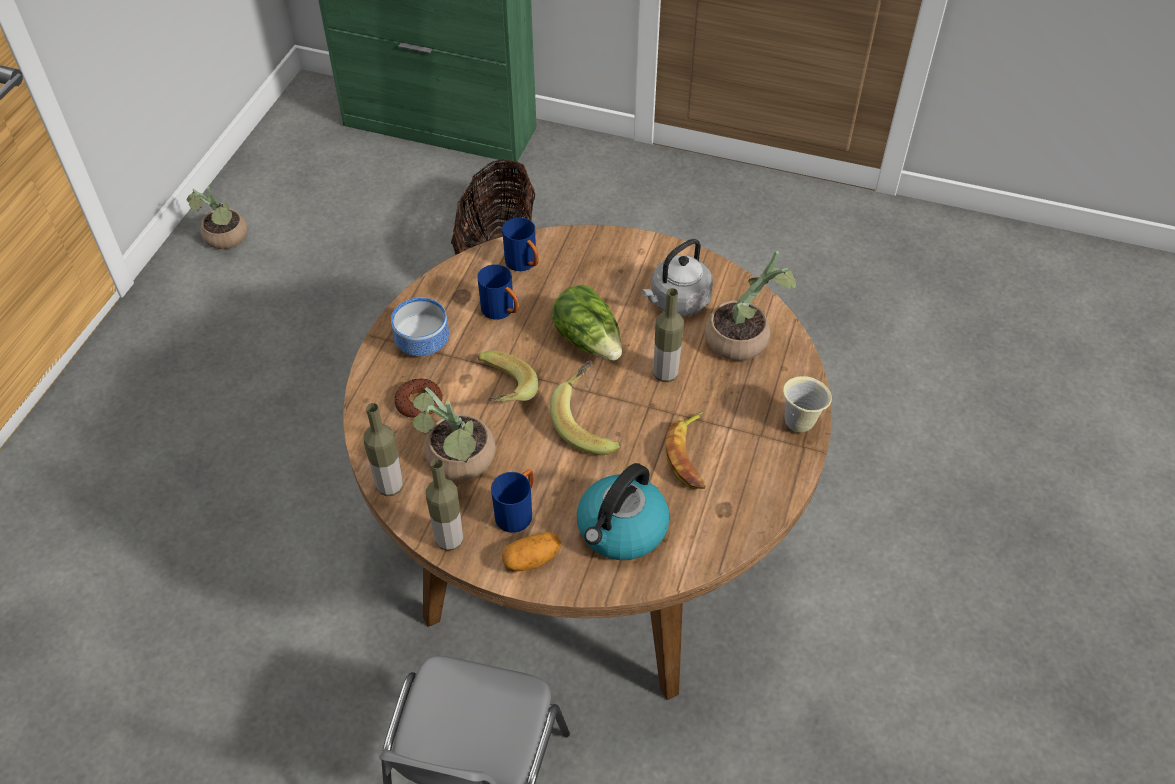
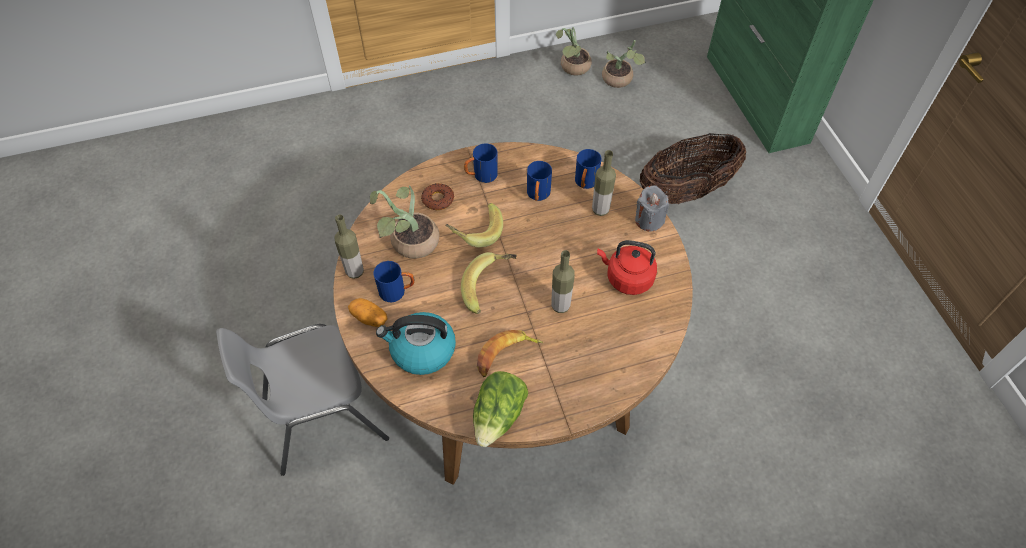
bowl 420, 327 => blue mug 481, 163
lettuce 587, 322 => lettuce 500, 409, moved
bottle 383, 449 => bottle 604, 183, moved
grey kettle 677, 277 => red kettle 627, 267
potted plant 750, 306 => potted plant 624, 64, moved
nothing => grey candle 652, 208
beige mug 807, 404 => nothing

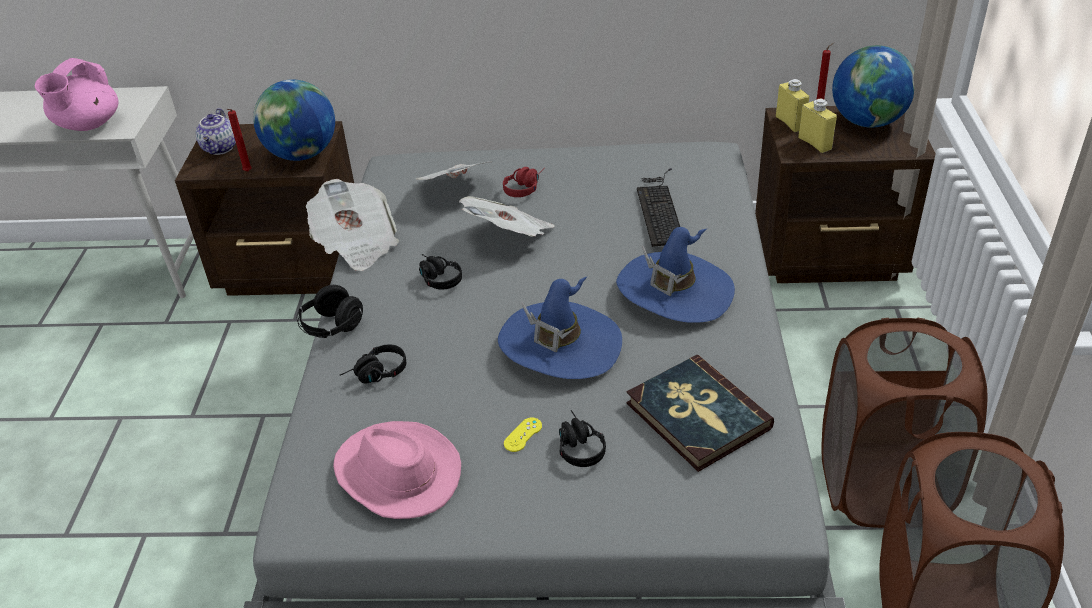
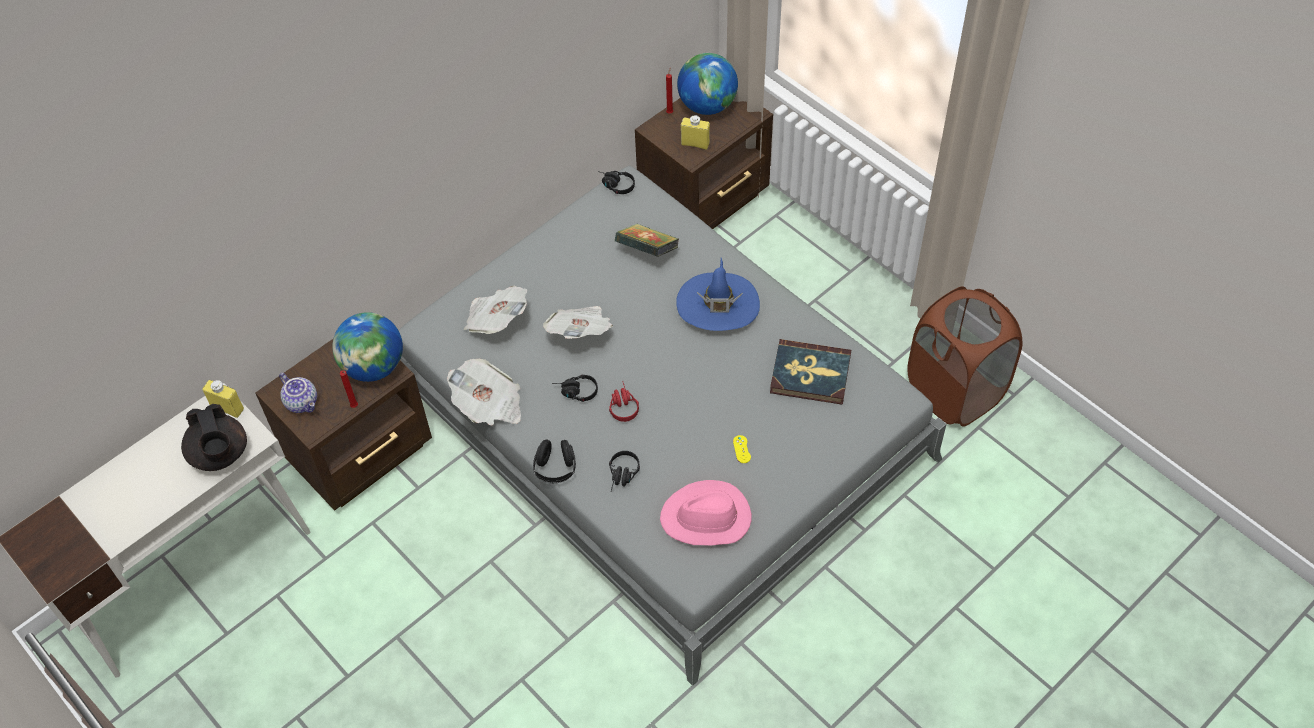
pink teapot 77, 94 => black teapot 214, 437
yellow bottle 792, 105 => yellow bottle 223, 399, moved
black headphones 582, 438 => black headphones 616, 182, moved
red headphones 524, 182 => red headphones 624, 401, moved
keyboard 658, 207 => book 647, 240
blue hat 560, 327 => nothing
brown laundry basket 904, 423 => nothing

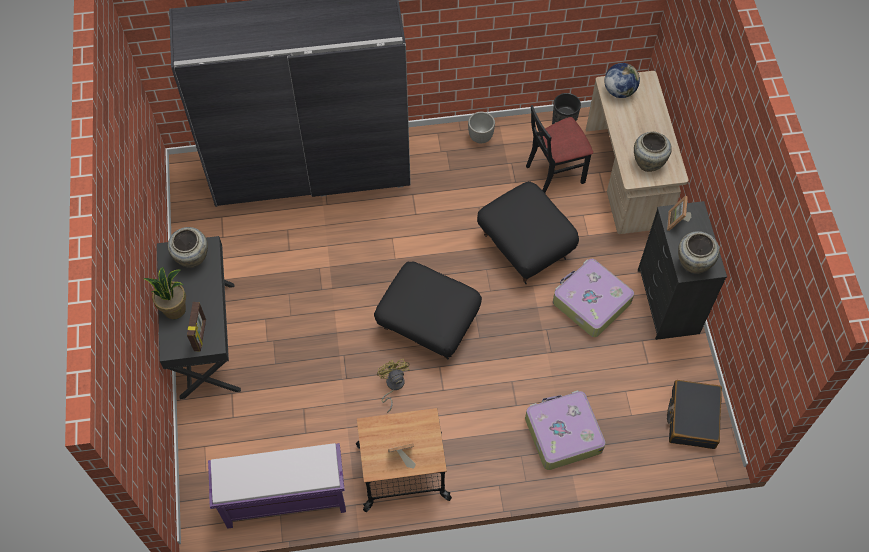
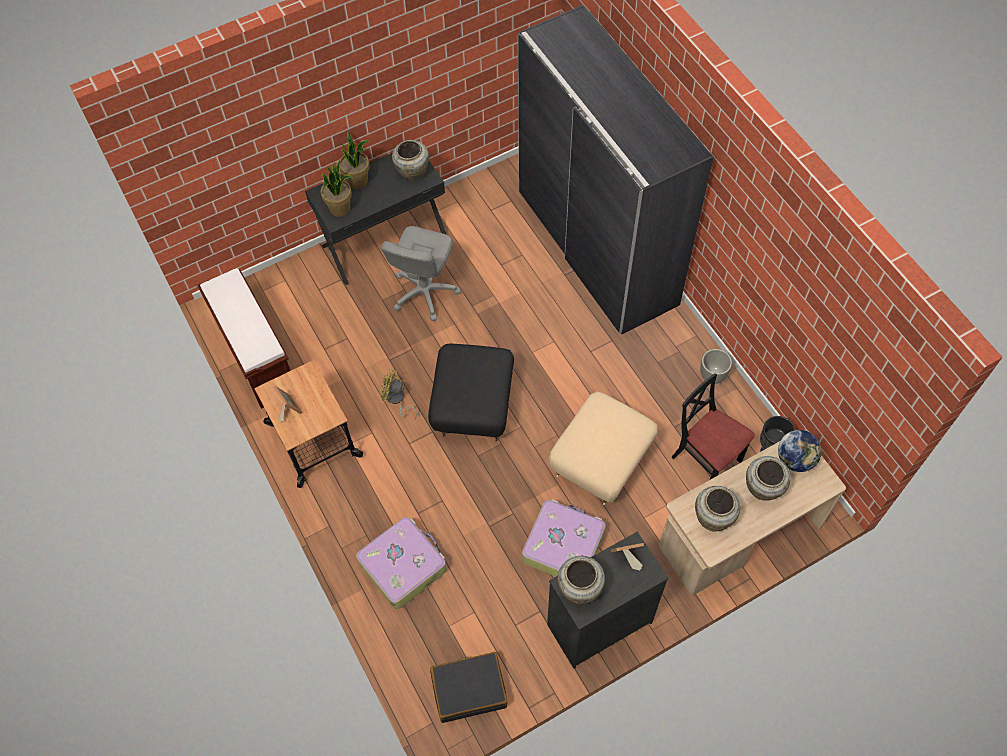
purple bench 277, 486 => brown bench 244, 338
picture frame 196, 326 => potted plant 337, 188
yellow fan 393, 386 => yellow fan 398, 393, 120 degrees counterclockwise
nothing => grey office chair 421, 273
black ottoman 528, 232 => beige ottoman 603, 448
nothing => beige vase 768, 478

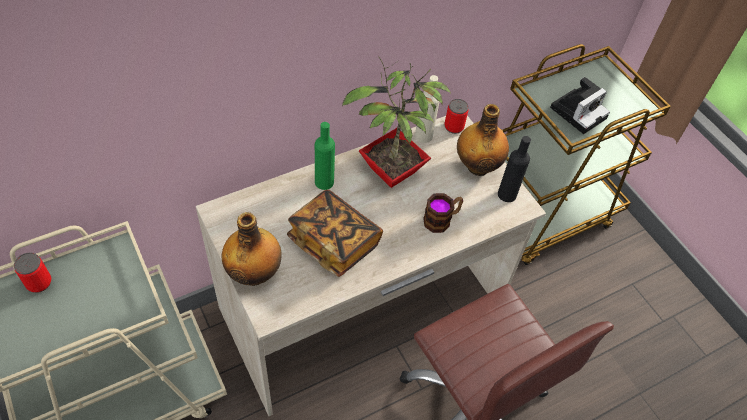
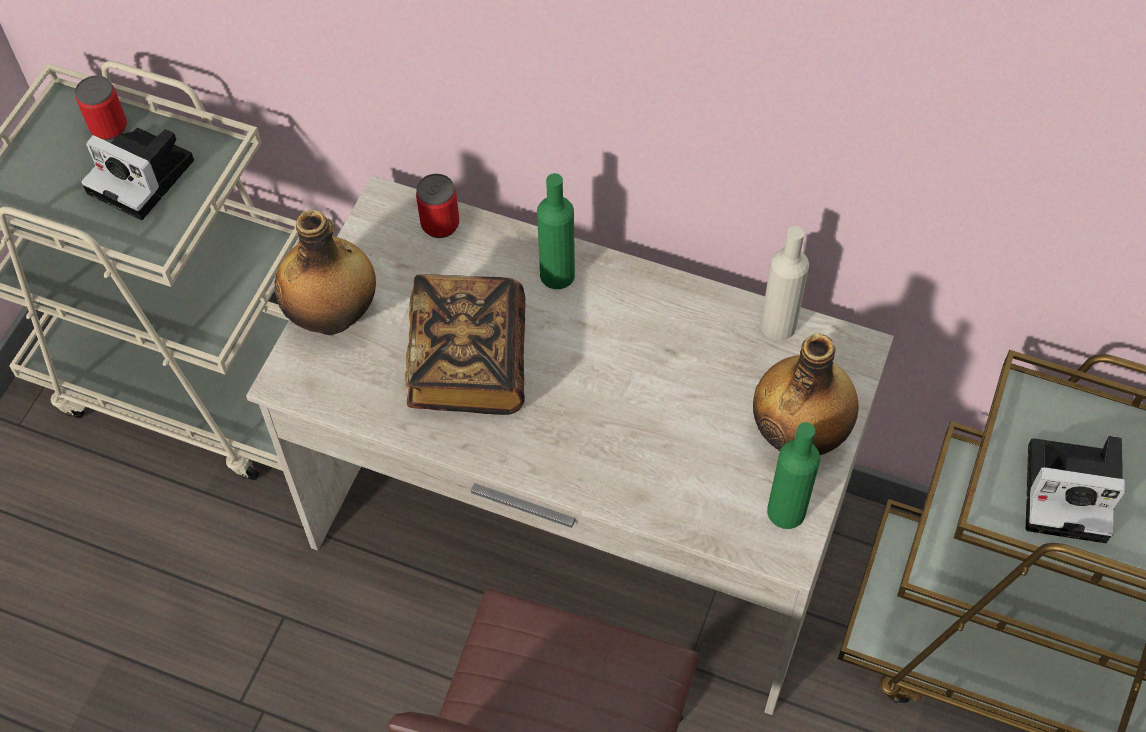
nothing => photo camera 137, 174
can 456, 116 => can 437, 206, moved
black bottle 514, 169 => green bottle 793, 475
potted plant 396, 121 => nothing
mug 443, 213 => nothing

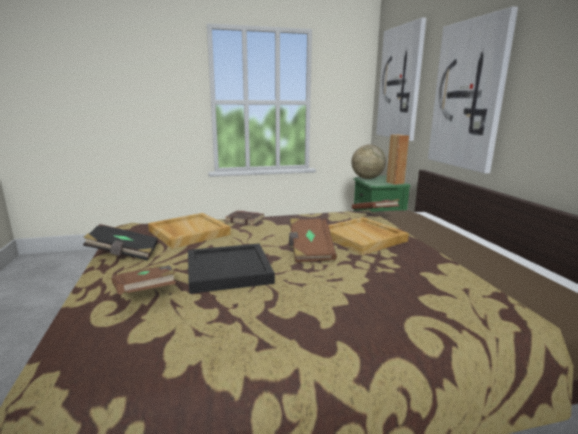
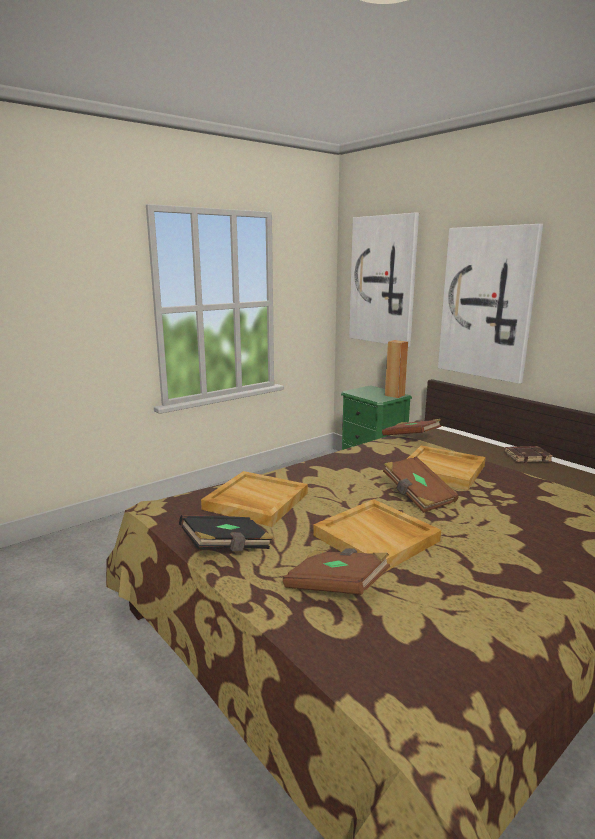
black tray 231, 269 => beige tray 377, 535
brown book 244, 218 => brown book 529, 454, moved
globe 368, 161 => nothing

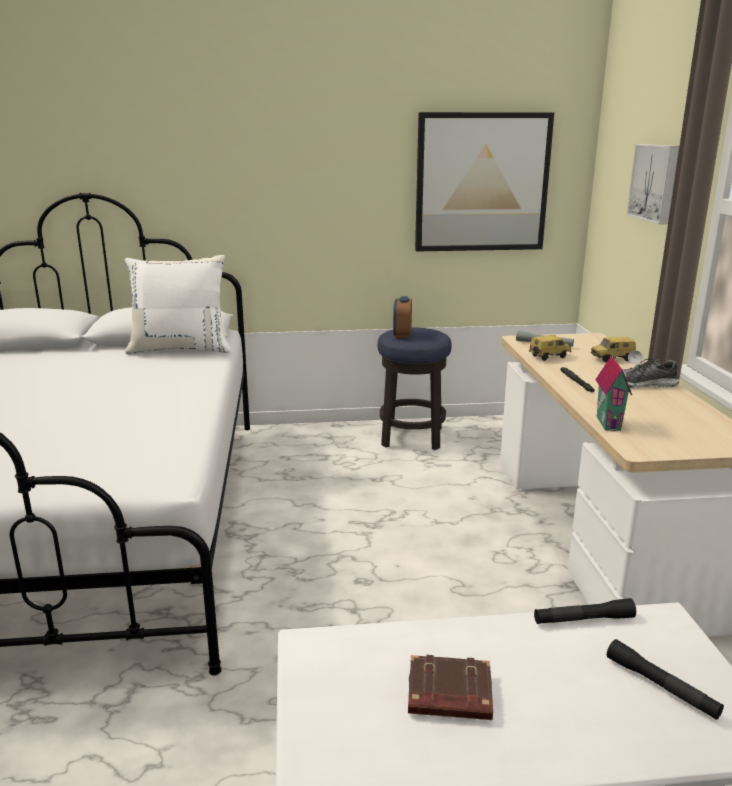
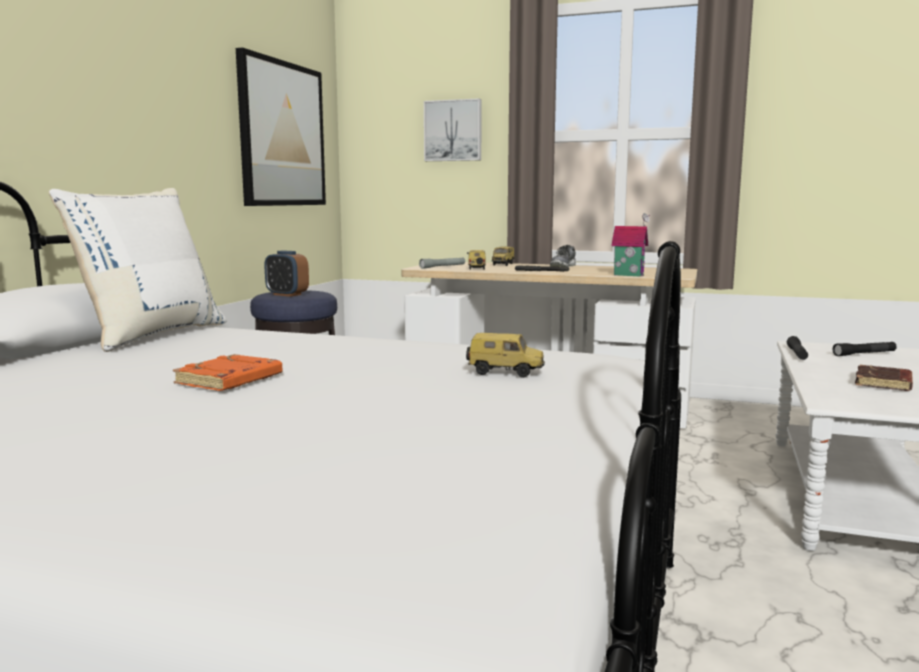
nothing => orange book 228, 372
nothing => toy car 505, 355

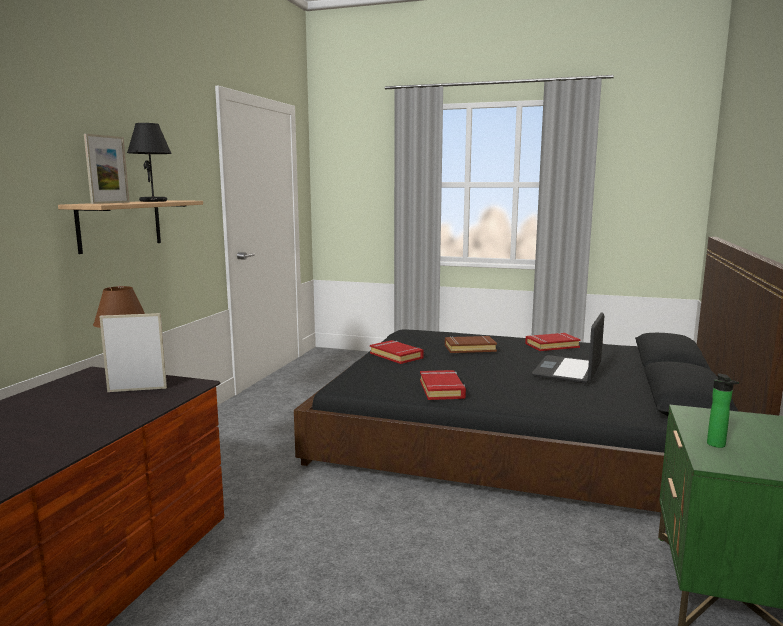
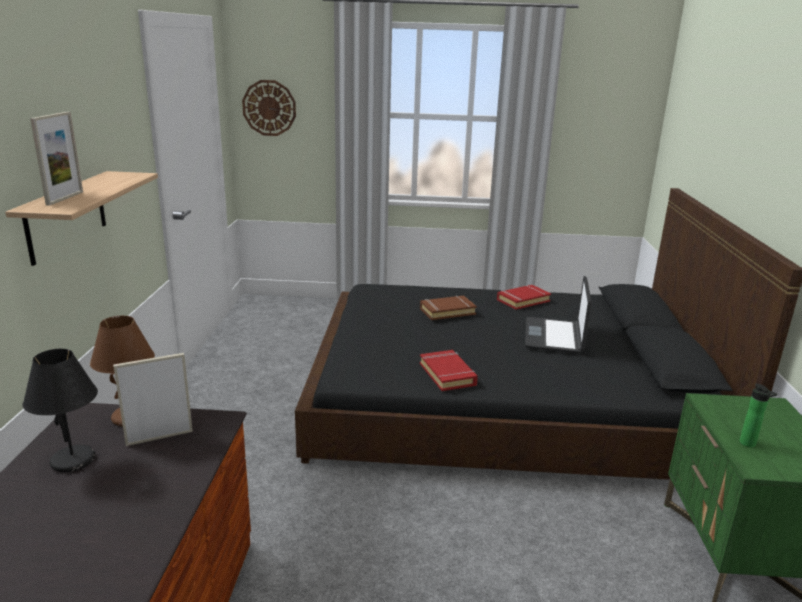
black table lamp 149, 162 => black table lamp 60, 410, moved
nothing => wall clock 269, 108
red book 397, 352 => nothing

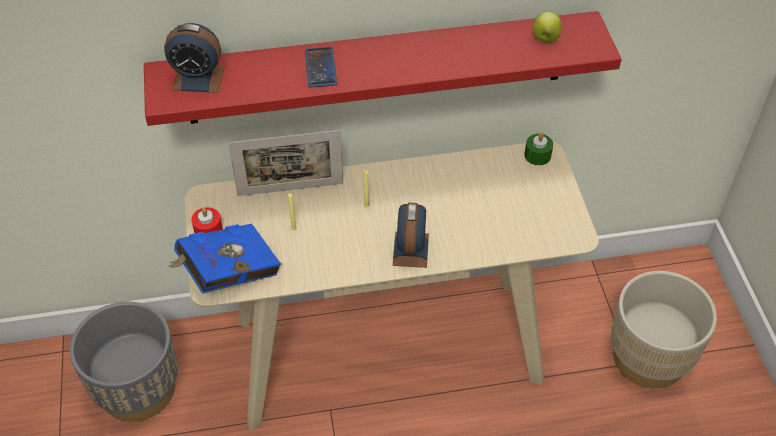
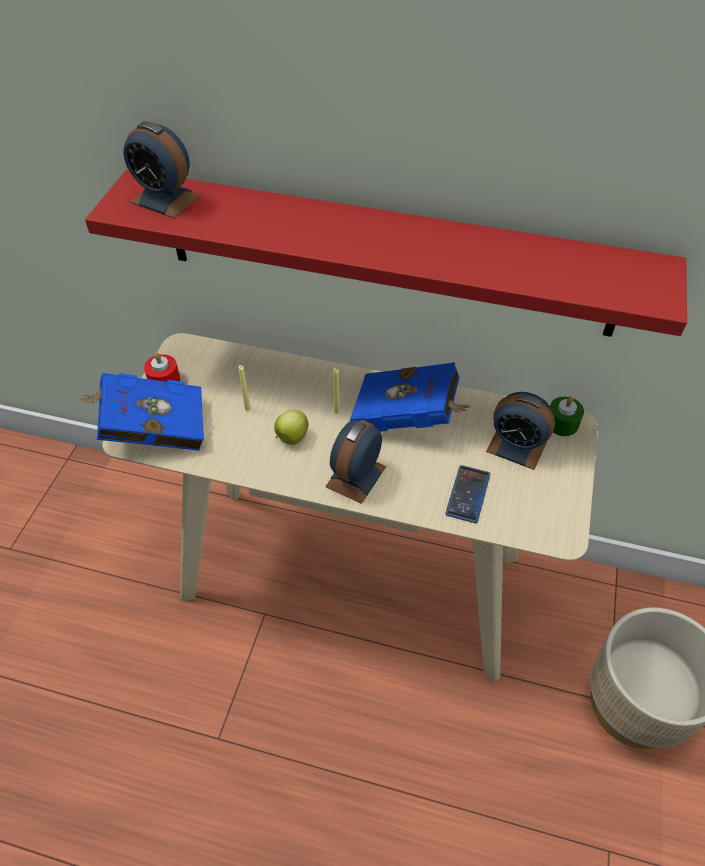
apple 547, 27 => apple 291, 427, moved
nothing => blue book 410, 397
phone 321, 67 => phone 467, 494, moved
nothing => alarm clock 520, 431
grey planter 124, 362 => nothing
picture frame 285, 163 => nothing

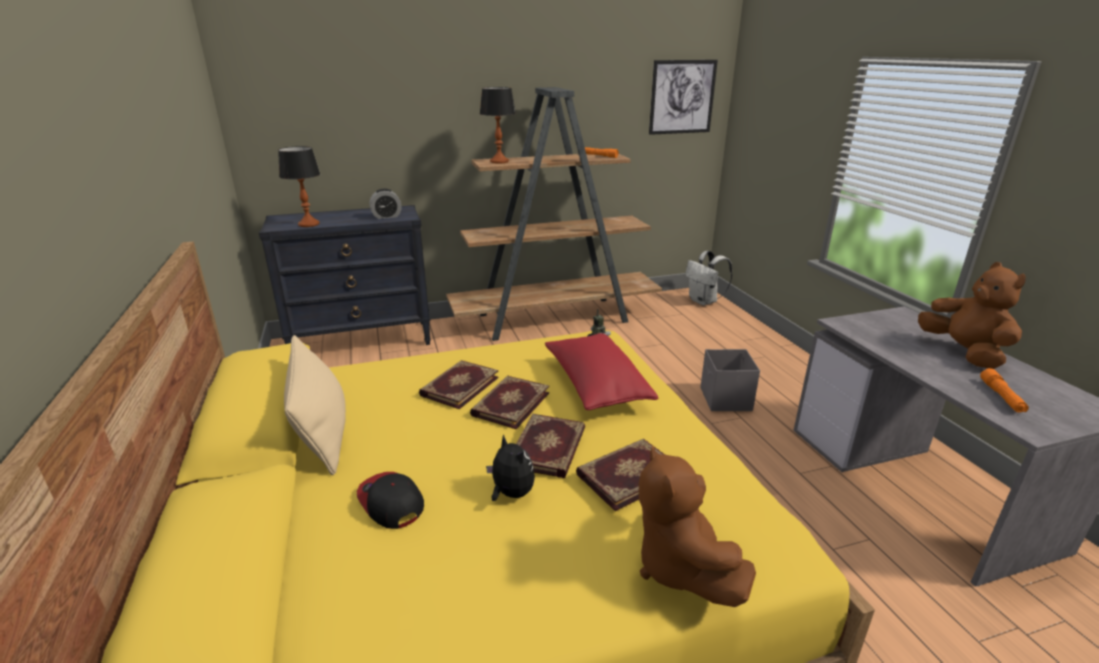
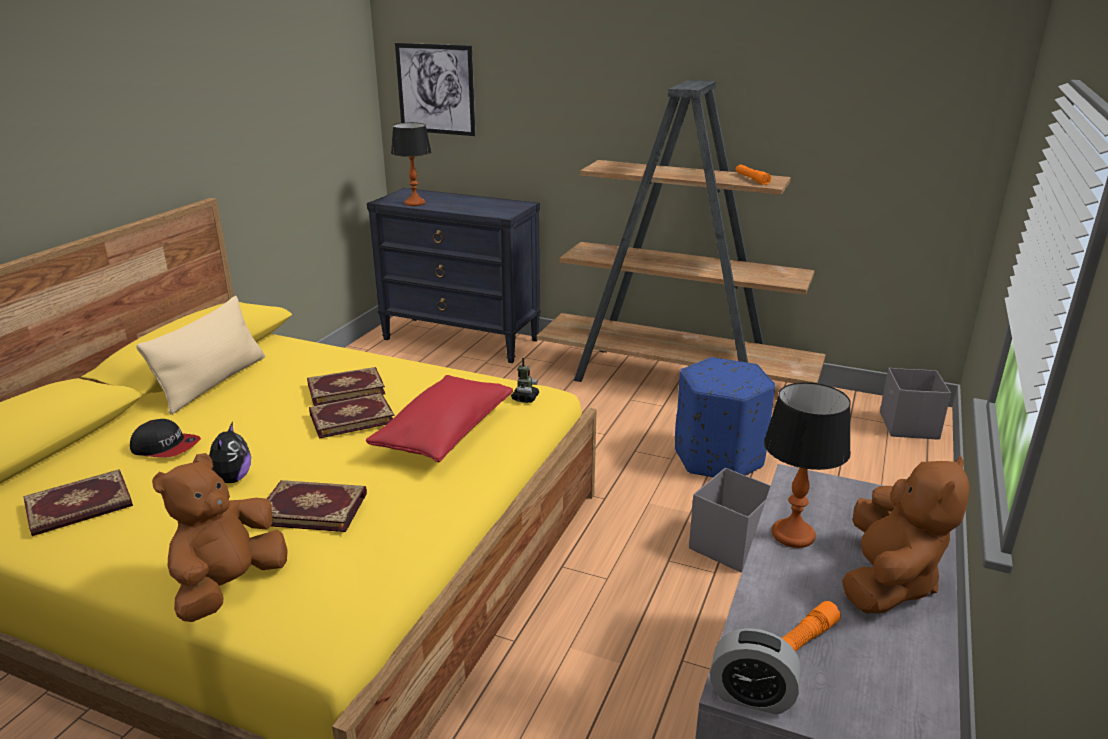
book 550, 446 => book 78, 502, moved
cap 390, 500 => cap 165, 438, 105 degrees clockwise
picture 683, 97 => picture 435, 89, moved
nothing => blue ottoman 725, 417
alarm clock 385, 204 => alarm clock 755, 671, moved
table lamp 498, 125 => table lamp 807, 465, moved
white backpack 709, 278 => grey storage box 915, 404

